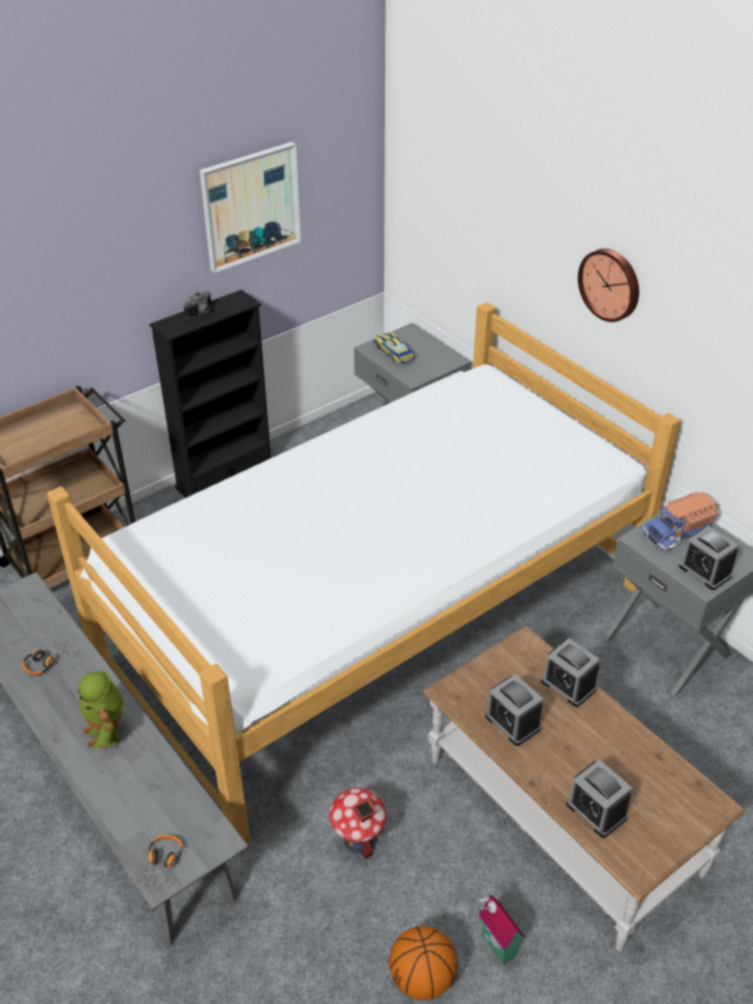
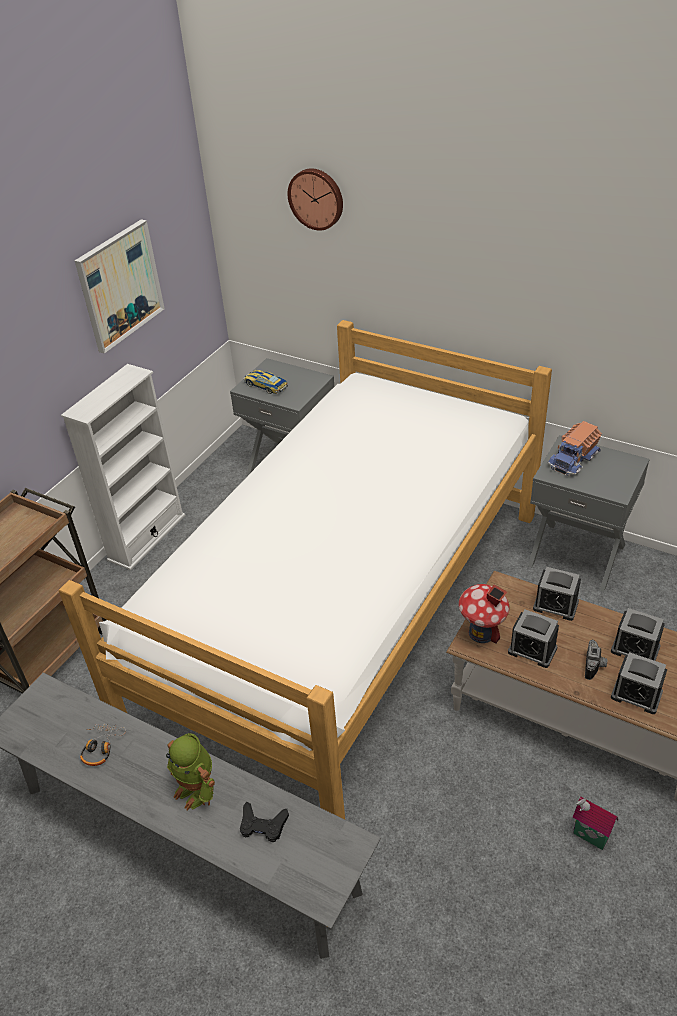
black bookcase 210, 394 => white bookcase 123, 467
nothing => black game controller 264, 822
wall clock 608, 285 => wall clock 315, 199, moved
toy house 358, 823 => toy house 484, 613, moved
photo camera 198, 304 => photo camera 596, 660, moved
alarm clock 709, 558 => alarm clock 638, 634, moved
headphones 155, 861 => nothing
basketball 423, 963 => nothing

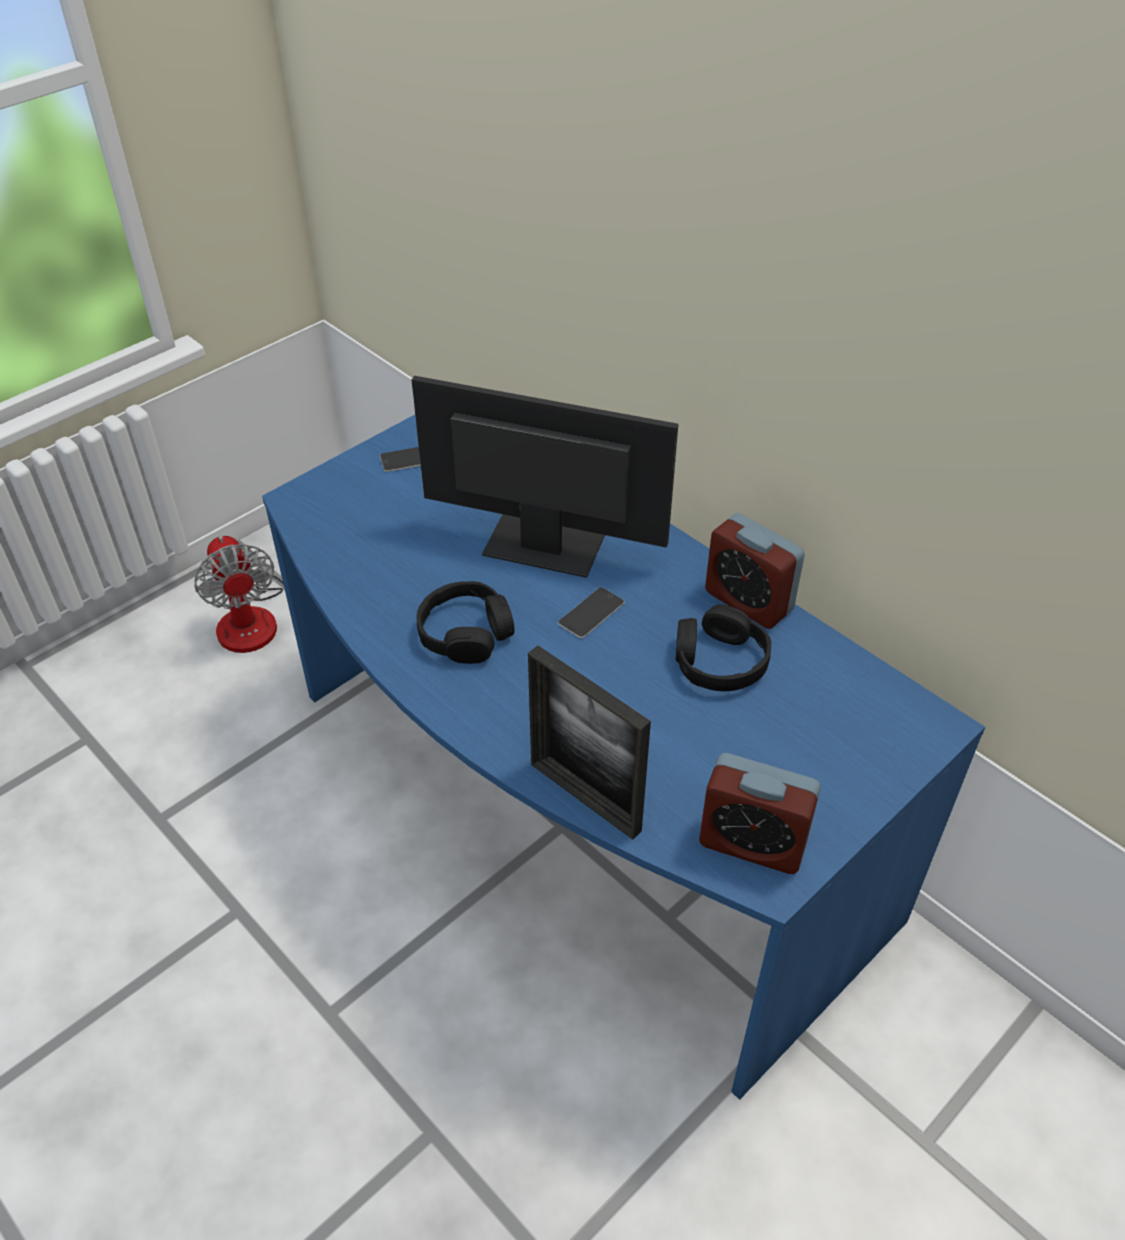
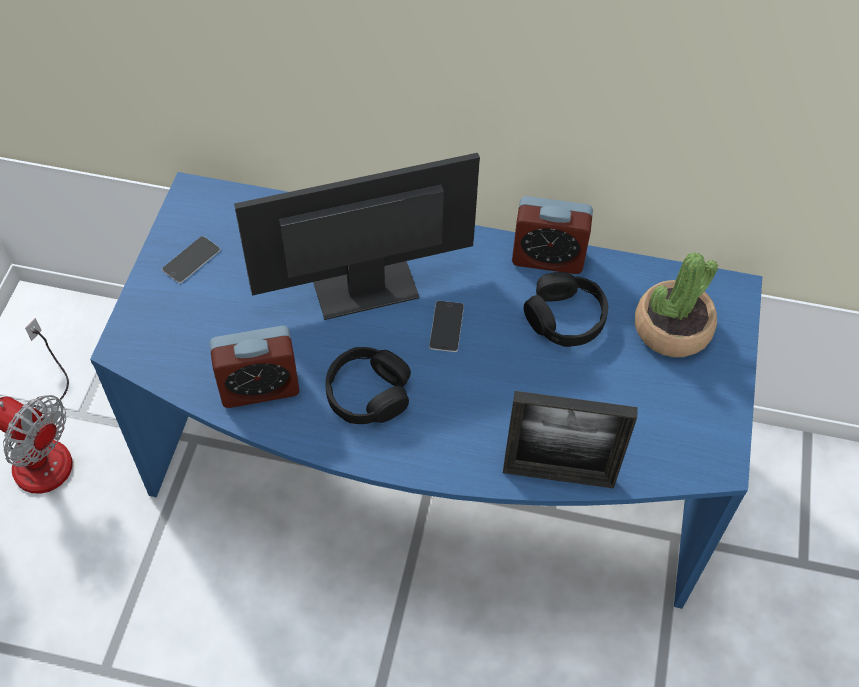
alarm clock 760, 813 => alarm clock 254, 367, moved
nothing => potted plant 676, 304

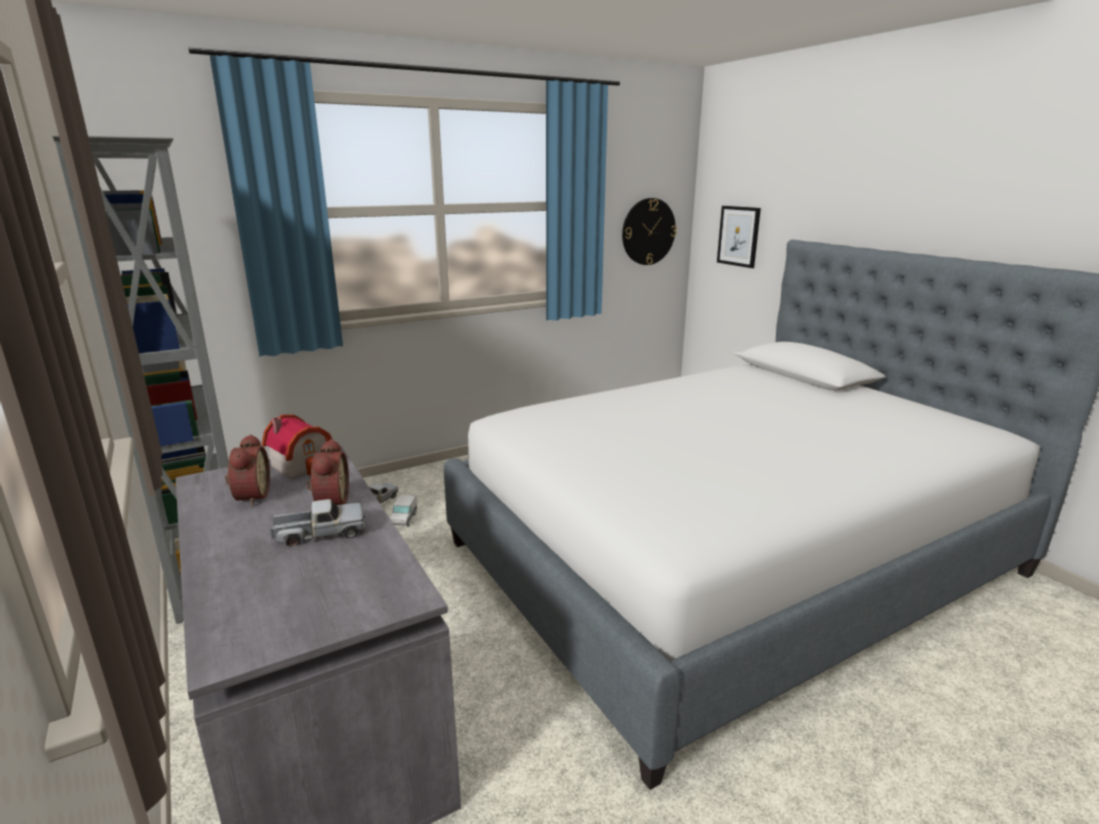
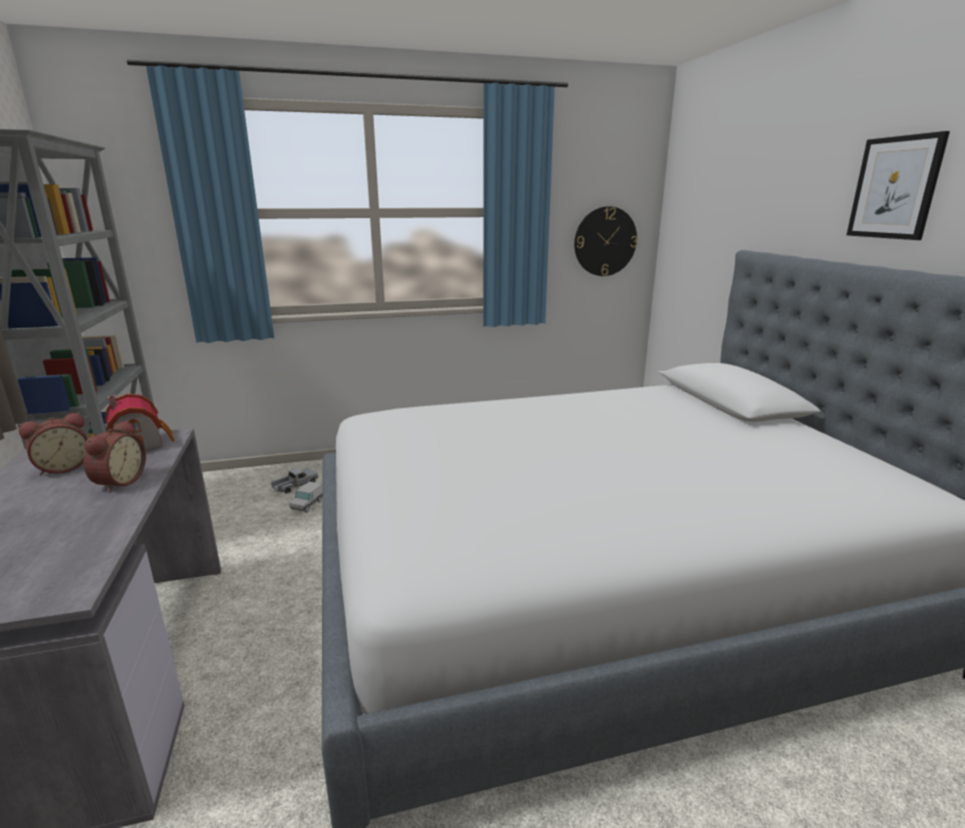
alarm clock 247, 470 => alarm clock 53, 444, 45 degrees clockwise
picture 739, 237 => picture 898, 185, moved
toy truck 318, 523 => nothing

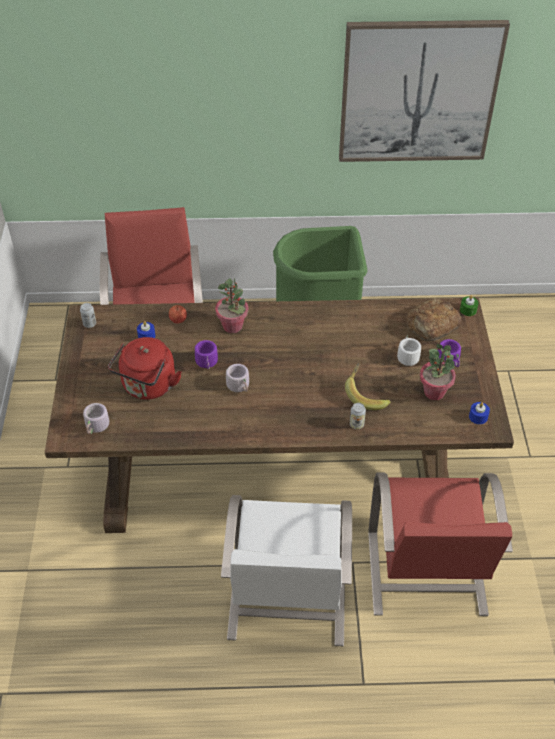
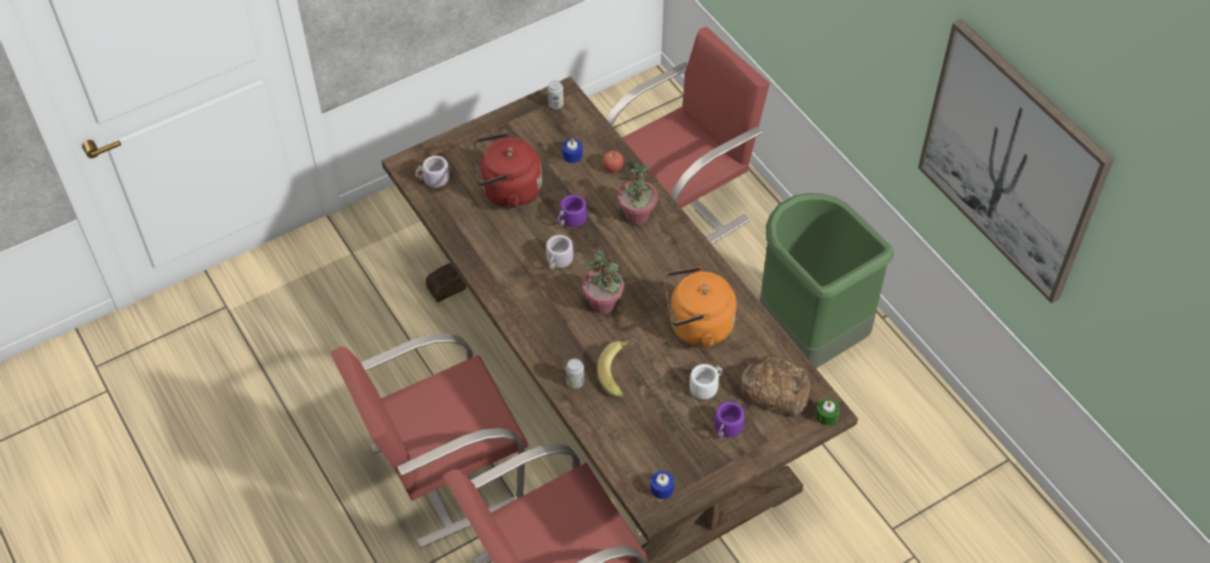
white chair 286, 570 => red chair 429, 440
potted plant 438, 372 => potted plant 603, 282, moved
nothing => orange kettle 700, 307

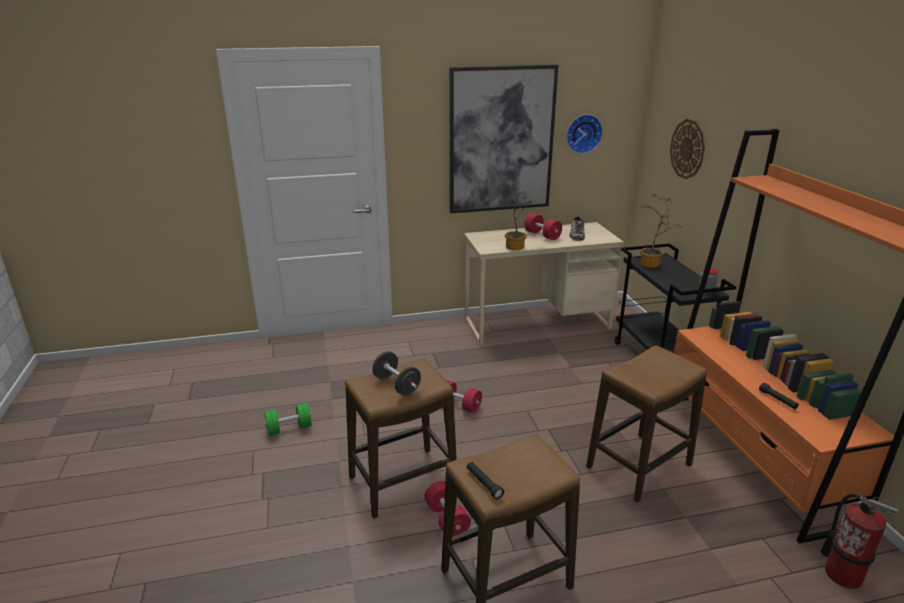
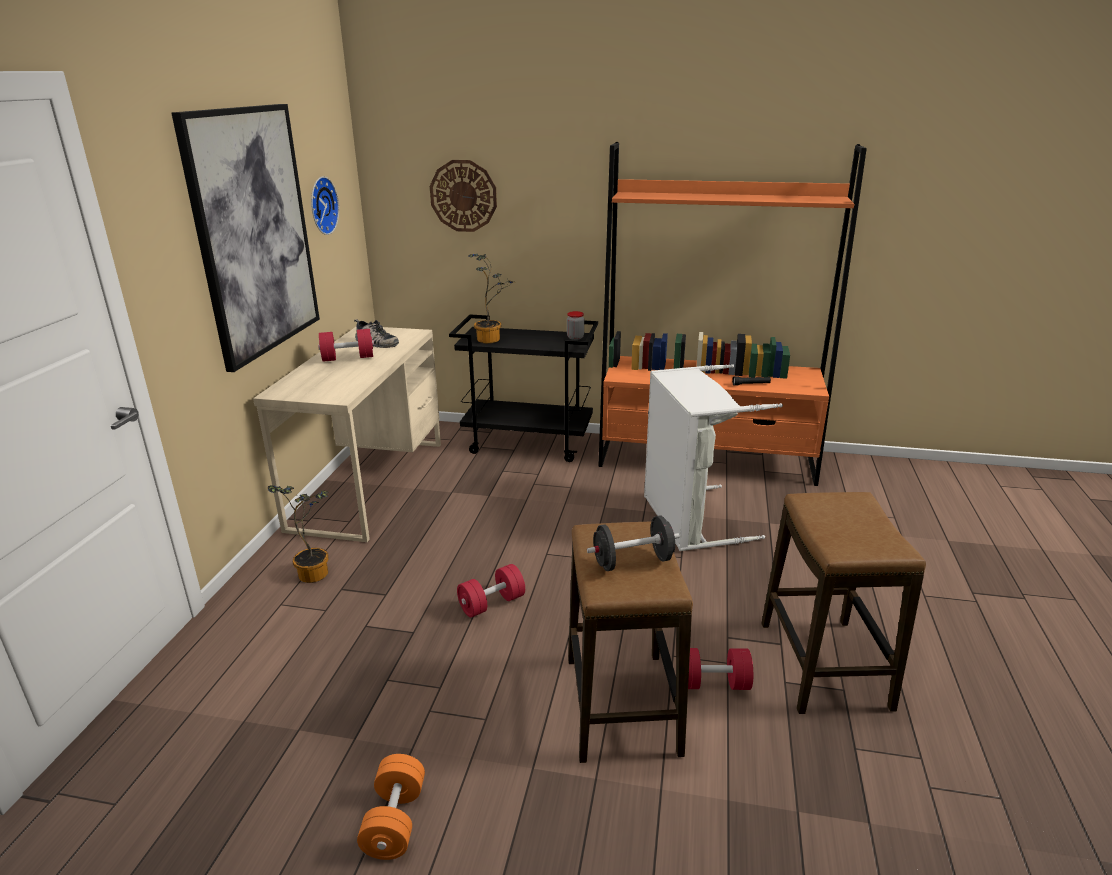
potted plant 518, 215 => potted plant 298, 534, moved
green dumbbell 288, 419 => orange dumbbell 391, 807
stool 646, 424 => grey laundry basket 713, 457
black flashlight 485, 481 => nothing
fire extinguisher 860, 541 => nothing

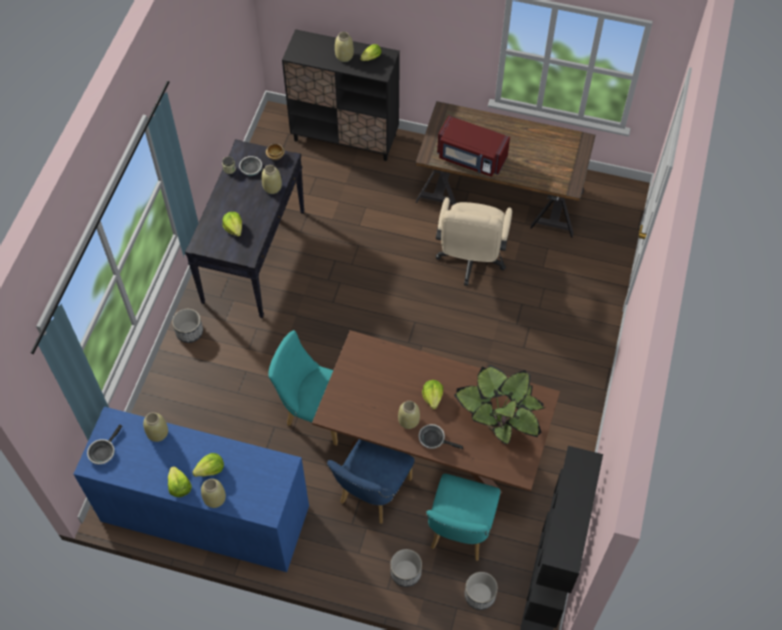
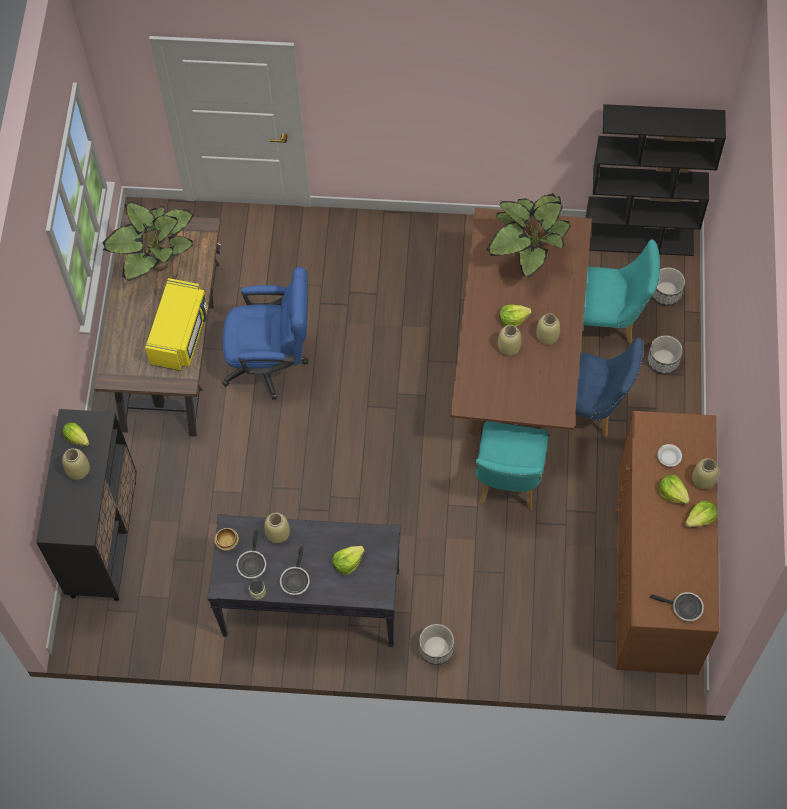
nothing => potted plant 148, 241
red microwave 473, 146 => yellow microwave 176, 324
beige office chair 474, 241 => blue office chair 265, 333
frying pan 441, 436 => frying pan 295, 570, moved
beige vase 155, 427 => beige vase 509, 340, moved
blue dresser 191, 489 => brown dresser 666, 543
nothing => white bowl 669, 455

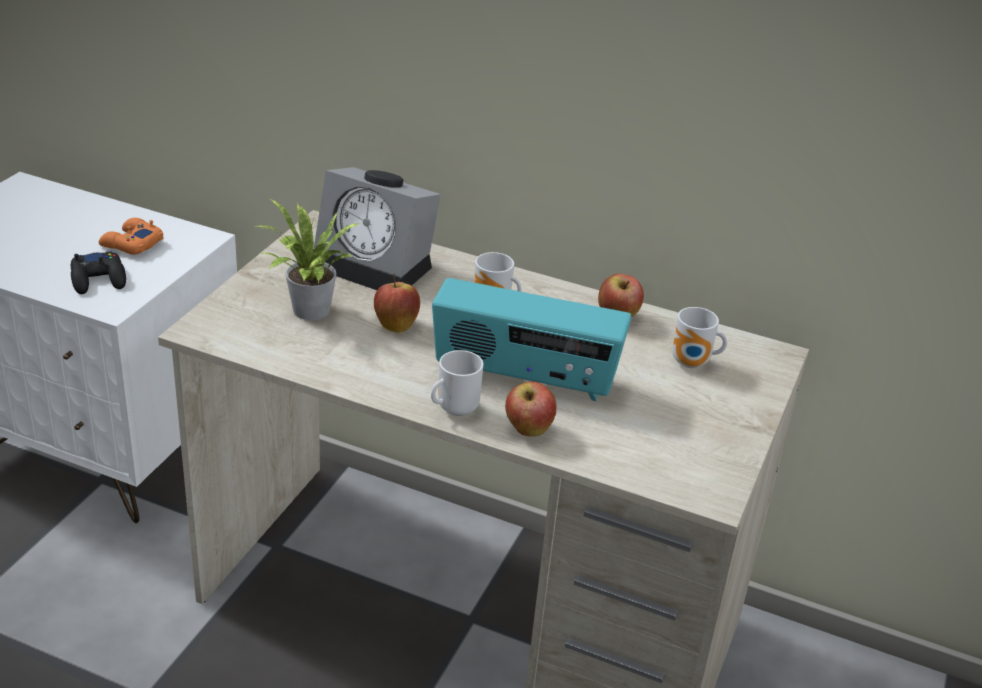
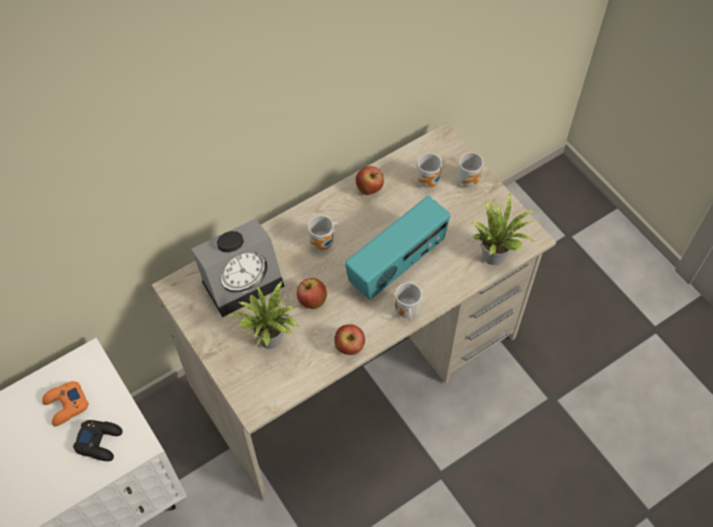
apple 531, 409 => apple 349, 339, moved
nothing => mug 470, 169
nothing => potted plant 503, 229

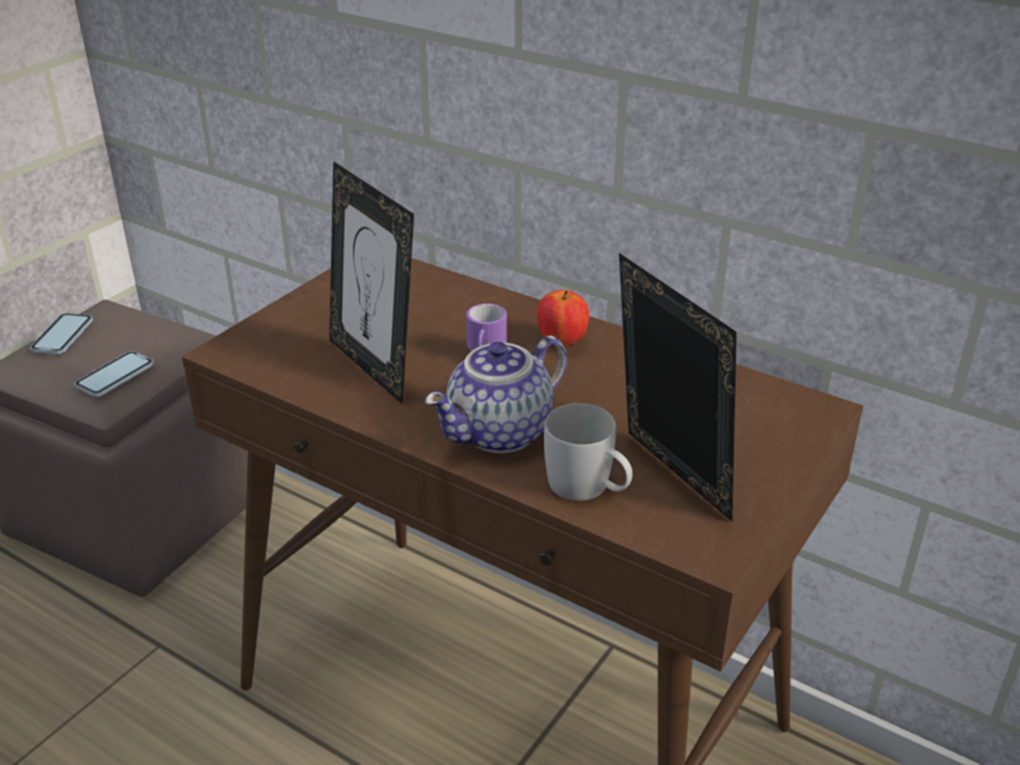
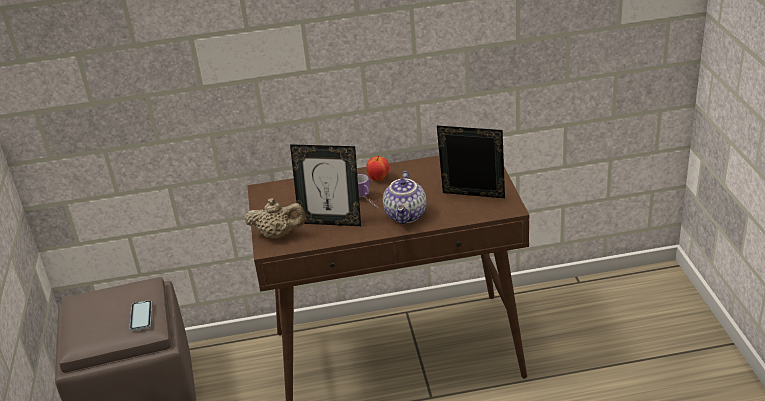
nothing => beige teapot 275, 218
phone 61, 333 => nothing
white mug 588, 452 => nothing

